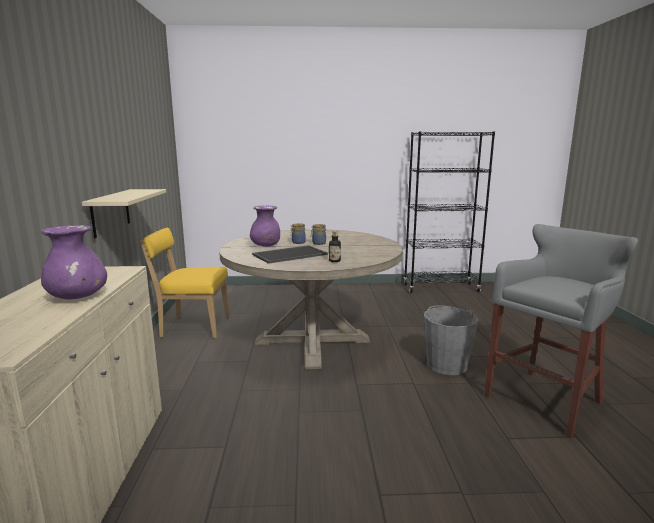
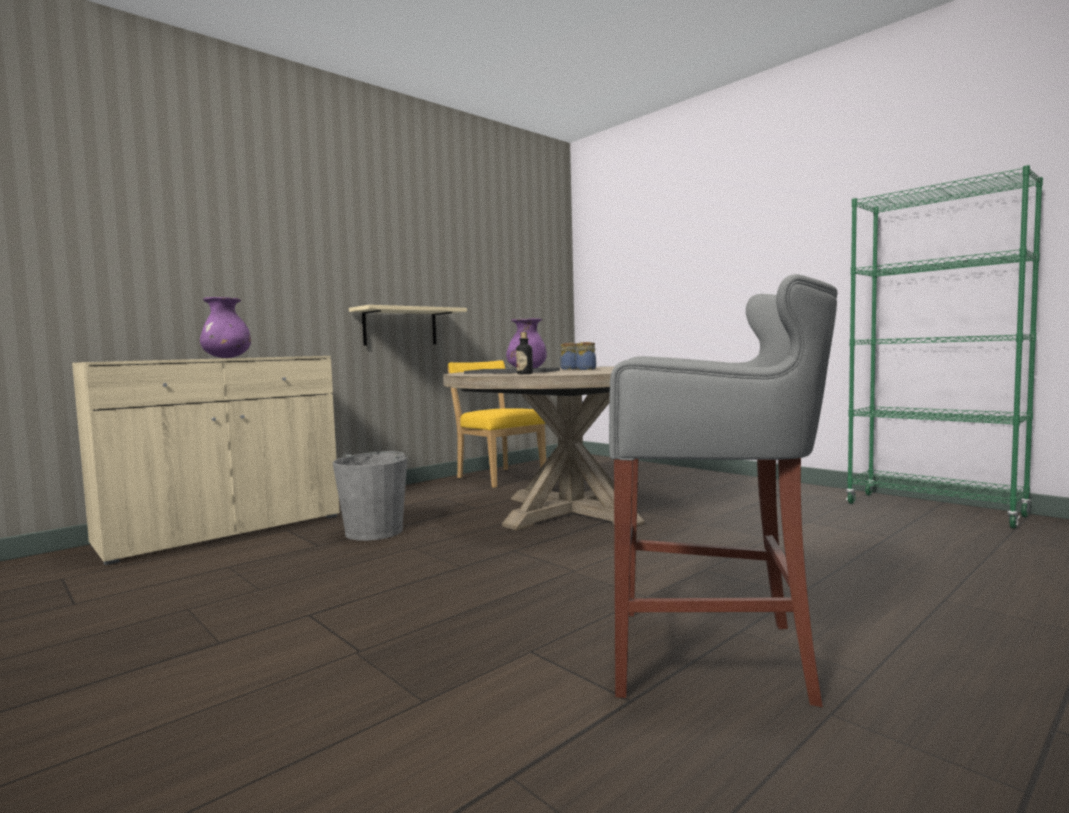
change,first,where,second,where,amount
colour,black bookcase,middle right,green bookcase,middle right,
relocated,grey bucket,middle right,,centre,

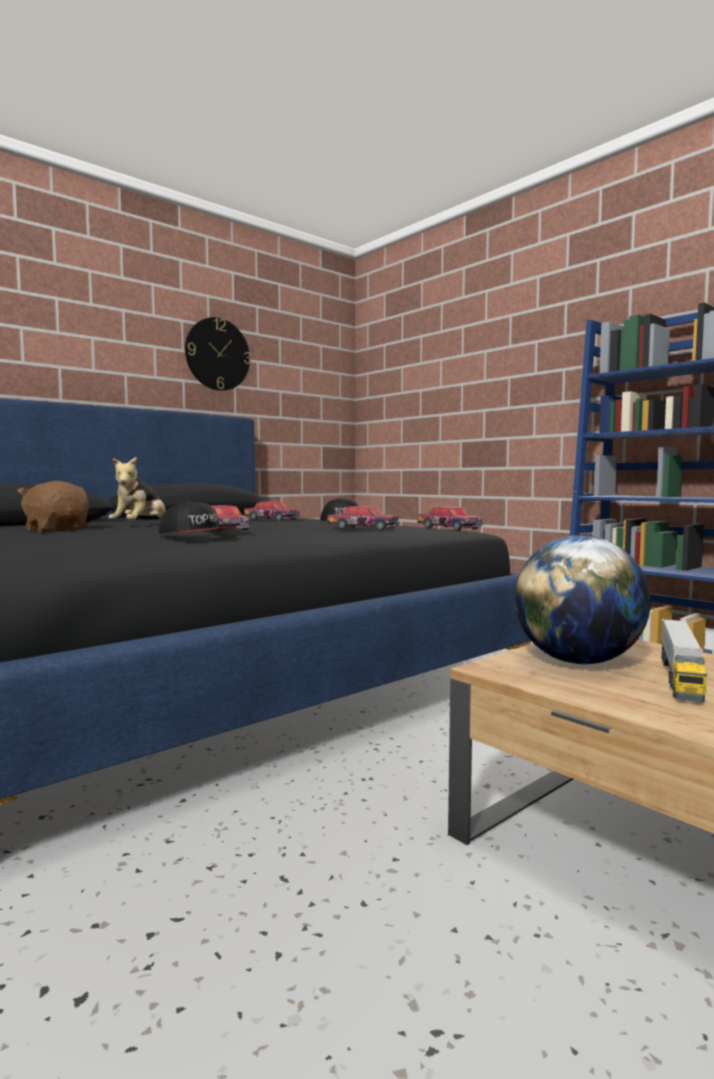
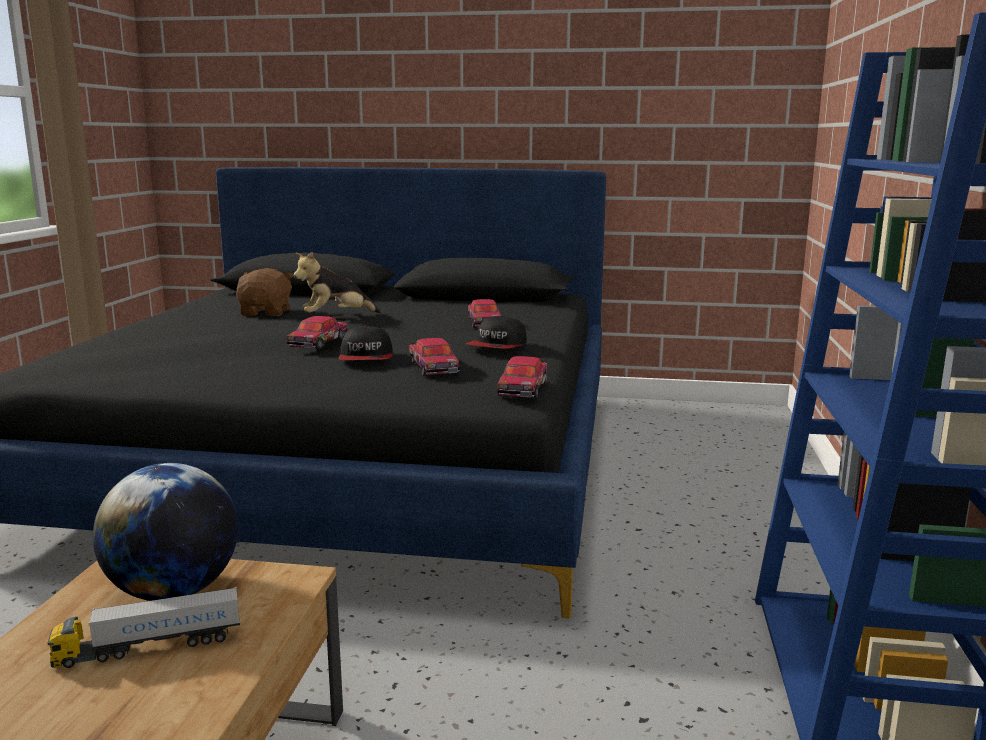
change,first,where,second,where,amount
missing,wall clock,top left,,,
relocated,cap (no. 1 from left),middle left,,centre,

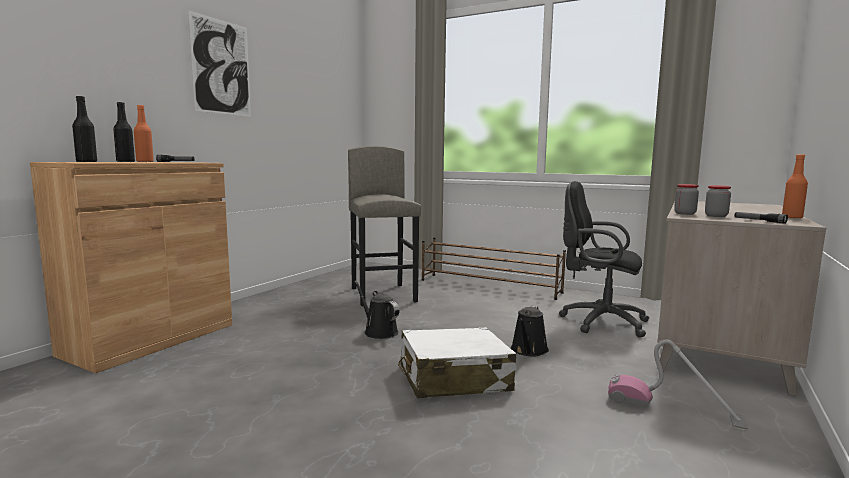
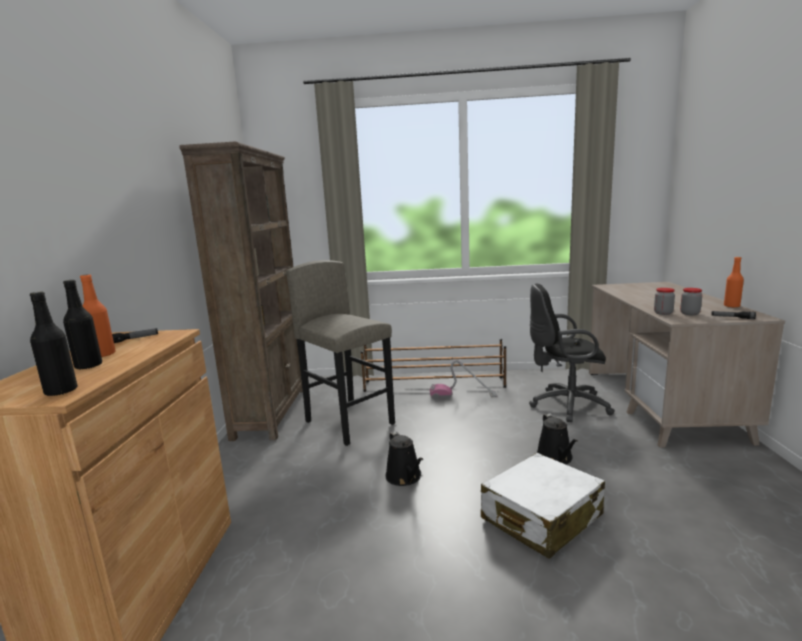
change,first,where,second,where,amount
missing,picture,top left,,,
spun,black watering can (no. 1 from left),centre,,bottom centre,135 degrees counterclockwise
relocated,vacuum cleaner,bottom right,,centre,
appeared,,,brown bookcase,middle left,

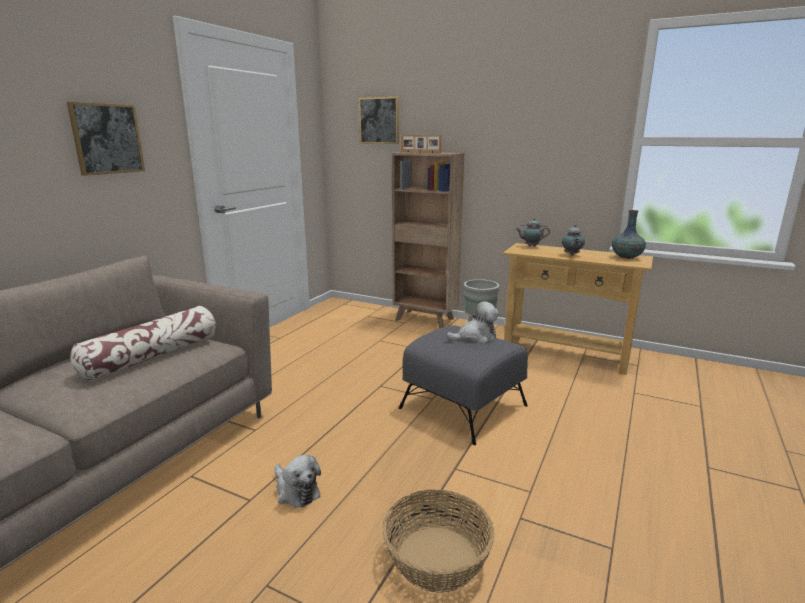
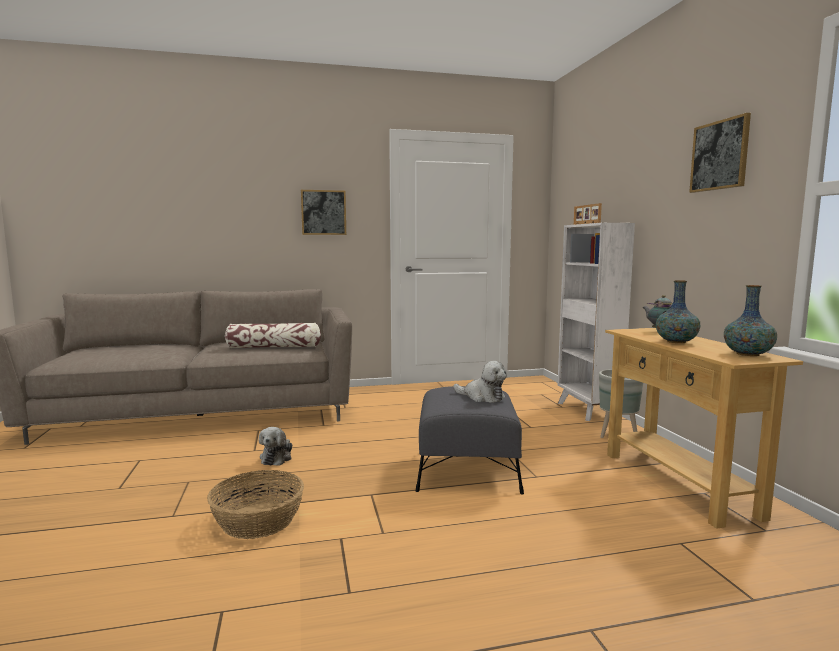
change,first,where,second,where,amount
relocated,picture (no. 2 from left),top centre,,top right,
colour,brown bookcase,centre,white bookcase,middle right,
exchanged,teapot (no. 2 from left),middle right,vase (no. 1 from left),middle right,

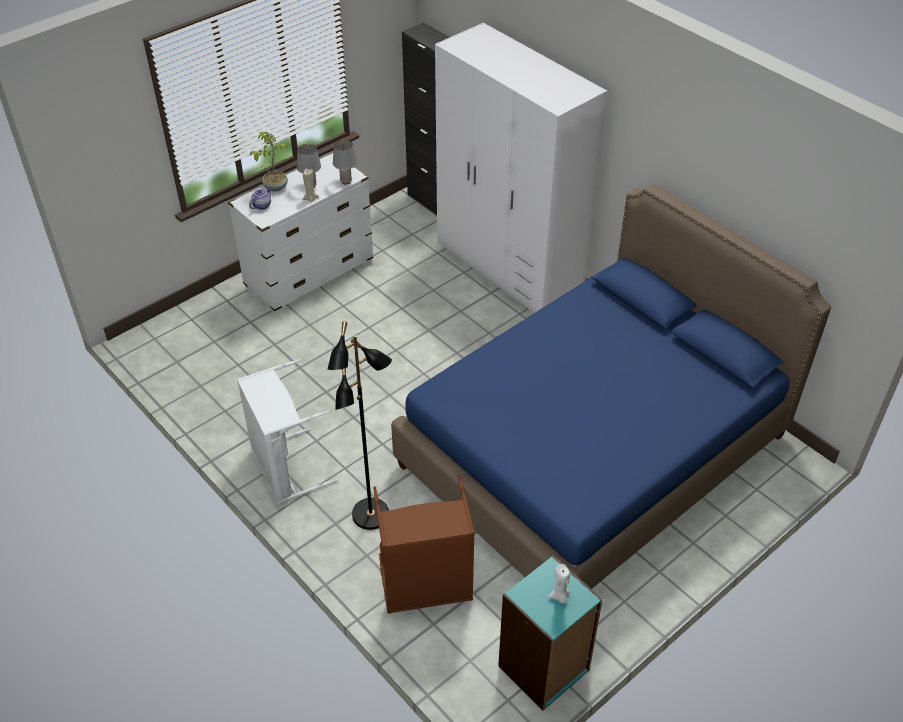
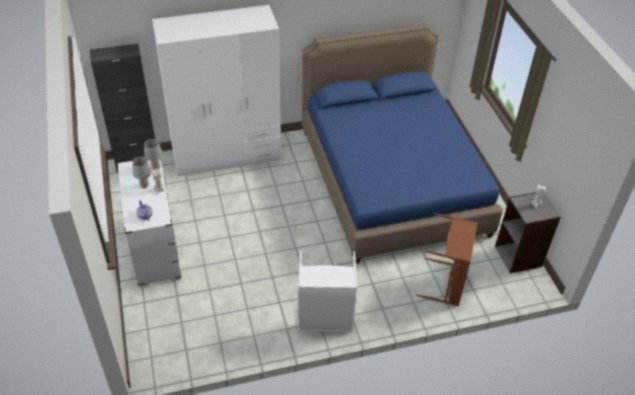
change,first,where,second,where,amount
missing,potted plant,top left,,,
missing,black floor lamp,centre,,,
colour,turquoise bookcase,bottom centre,grey bookcase,middle right,

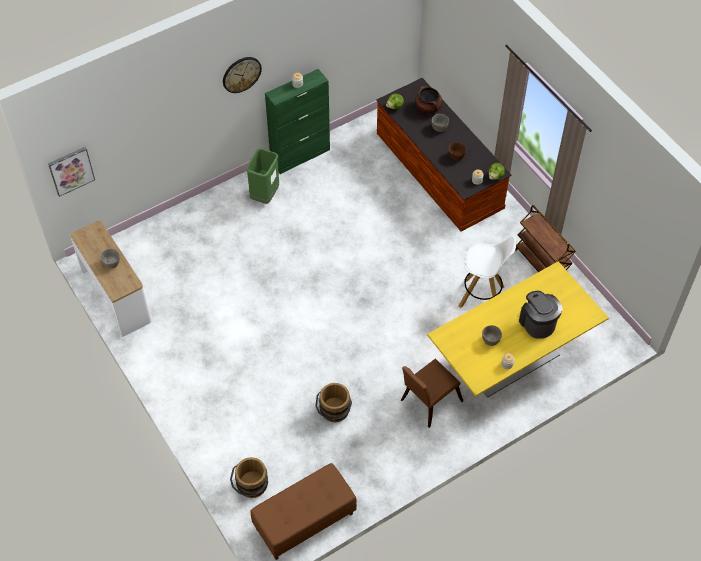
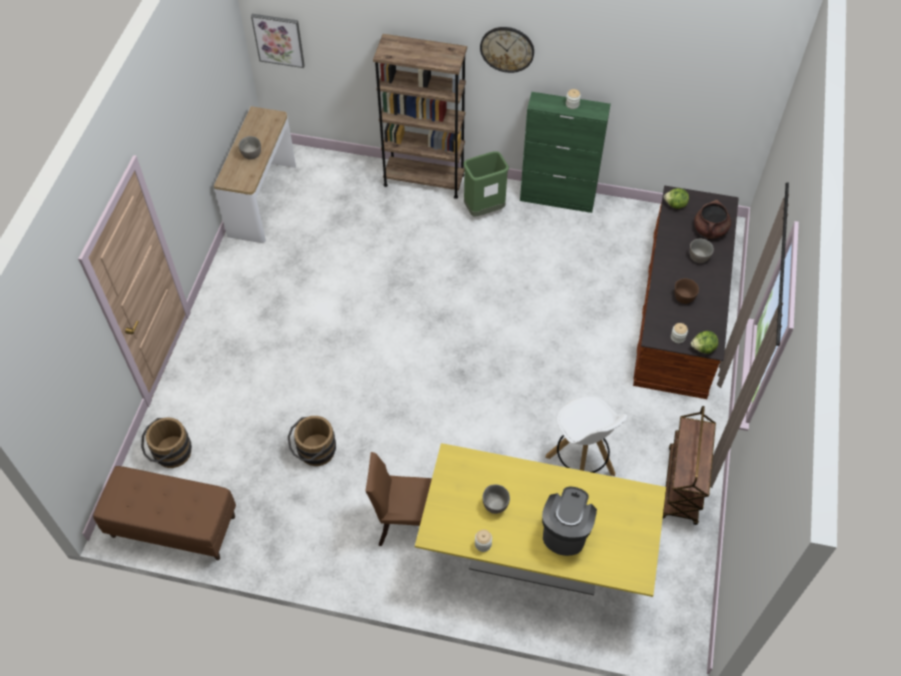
change,first,where,second,where,amount
appeared,,,brown bookcase,top centre,

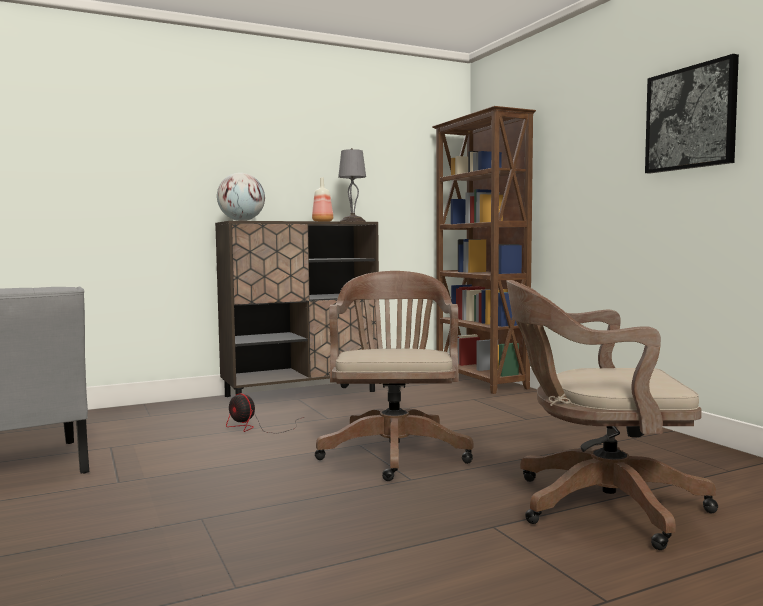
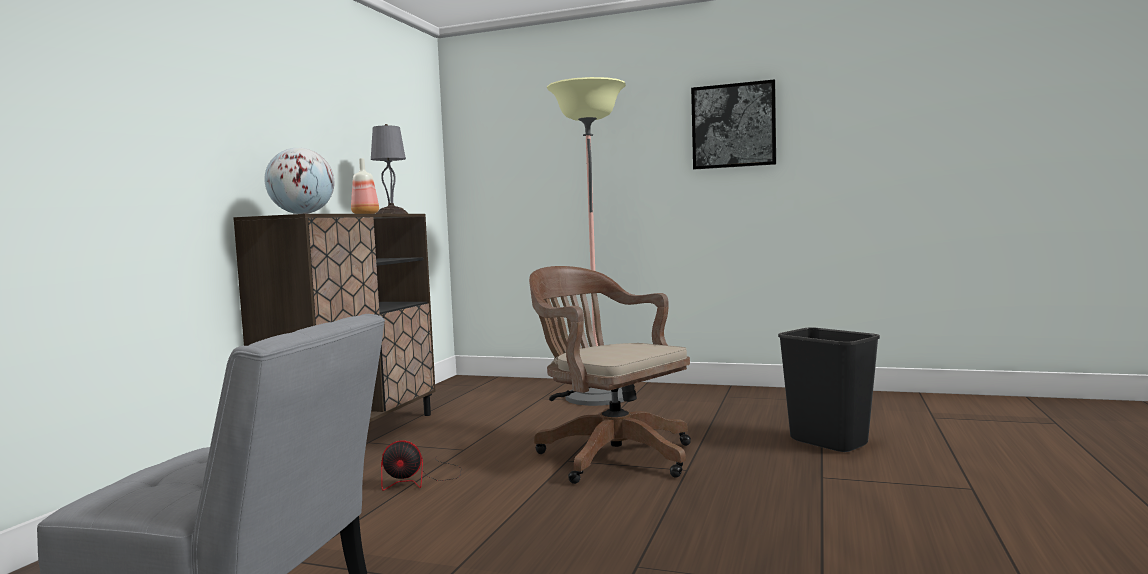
change,first,where,second,where,amount
missing,brown bookcase,centre,,,
exchanged,brown office chair (no. 2 from left),bottom right,black trash can,bottom right,
appeared,,,floor lamp,centre,

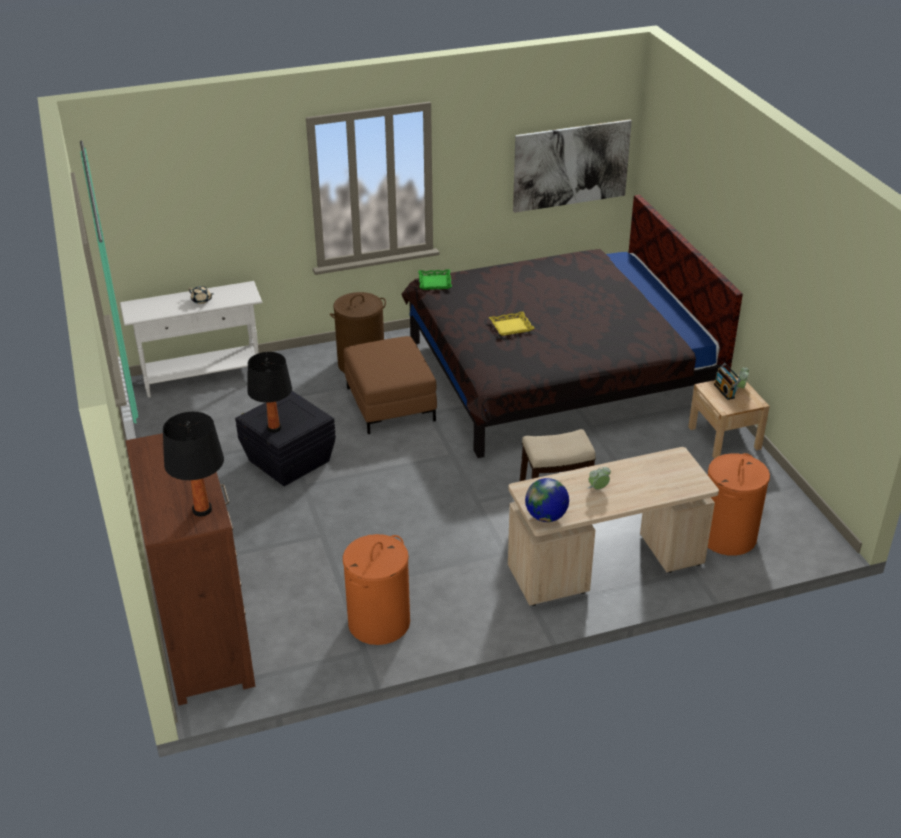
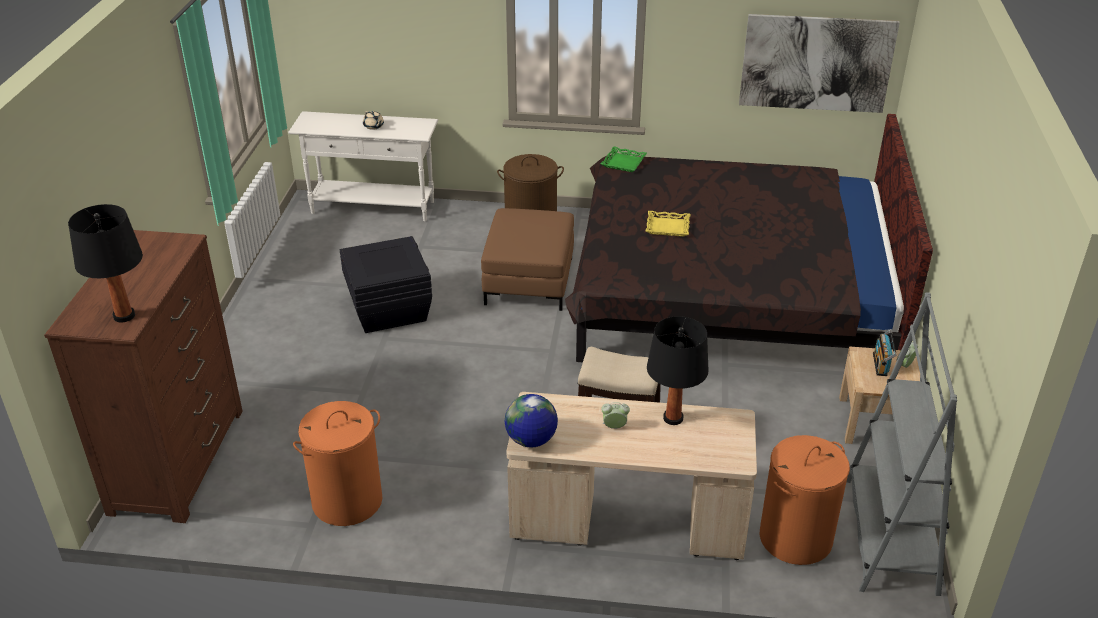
change,first,where,second,where,amount
relocated,black table lamp (no. 2 from left),middle left,,centre,
appeared,,,grey bookcase,bottom right,

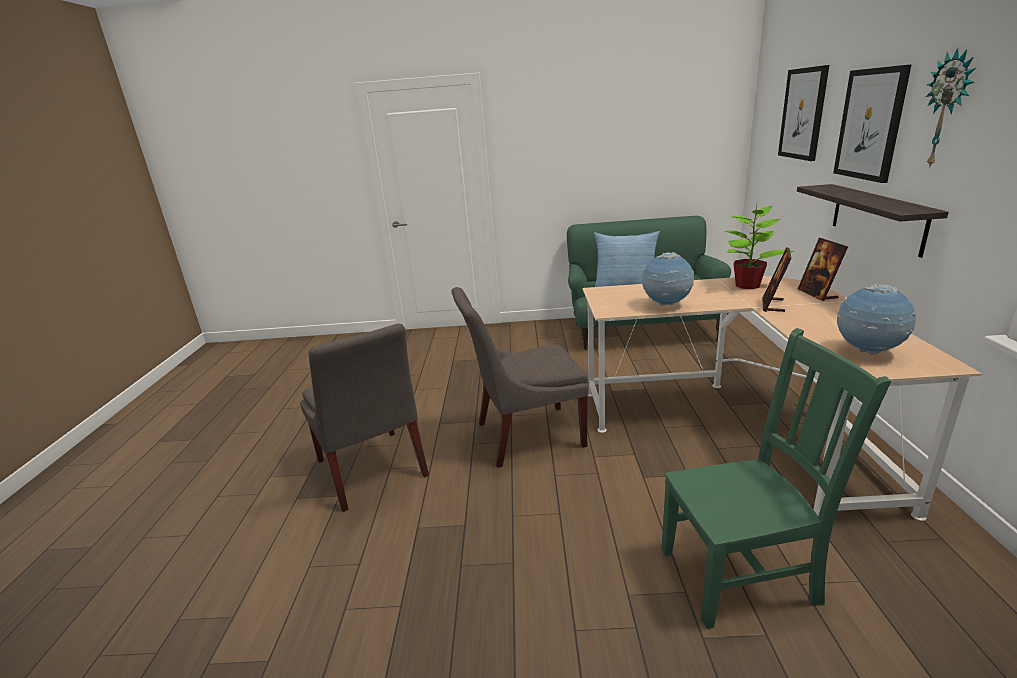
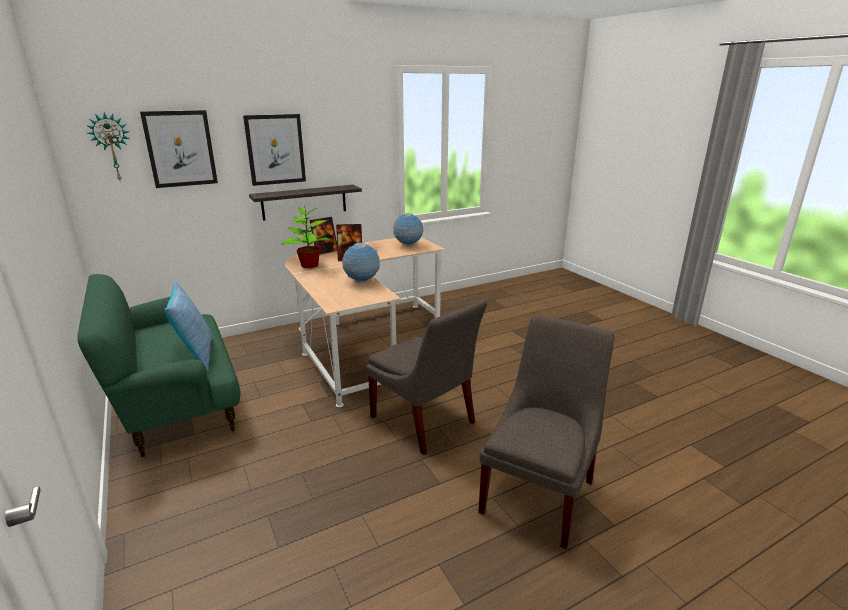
change,first,where,second,where,amount
relocated,wall clock,top right,,top left,
missing,green chair,bottom right,,,

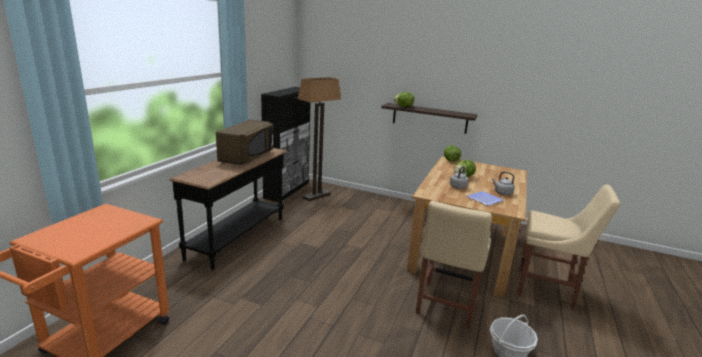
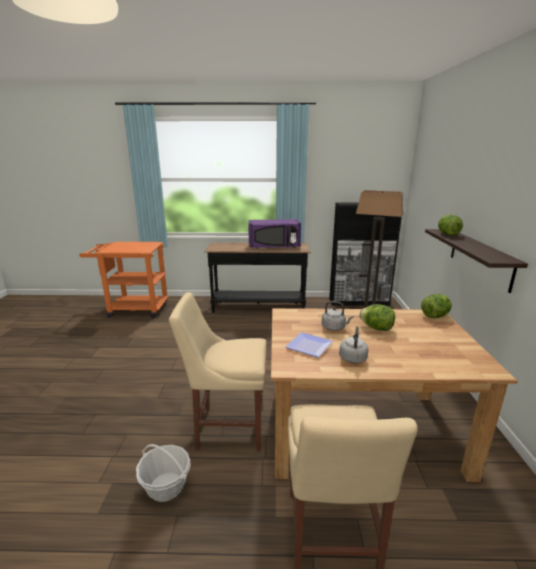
change,first,where,second,where,amount
colour,brown microwave,centre,purple microwave,centre,

